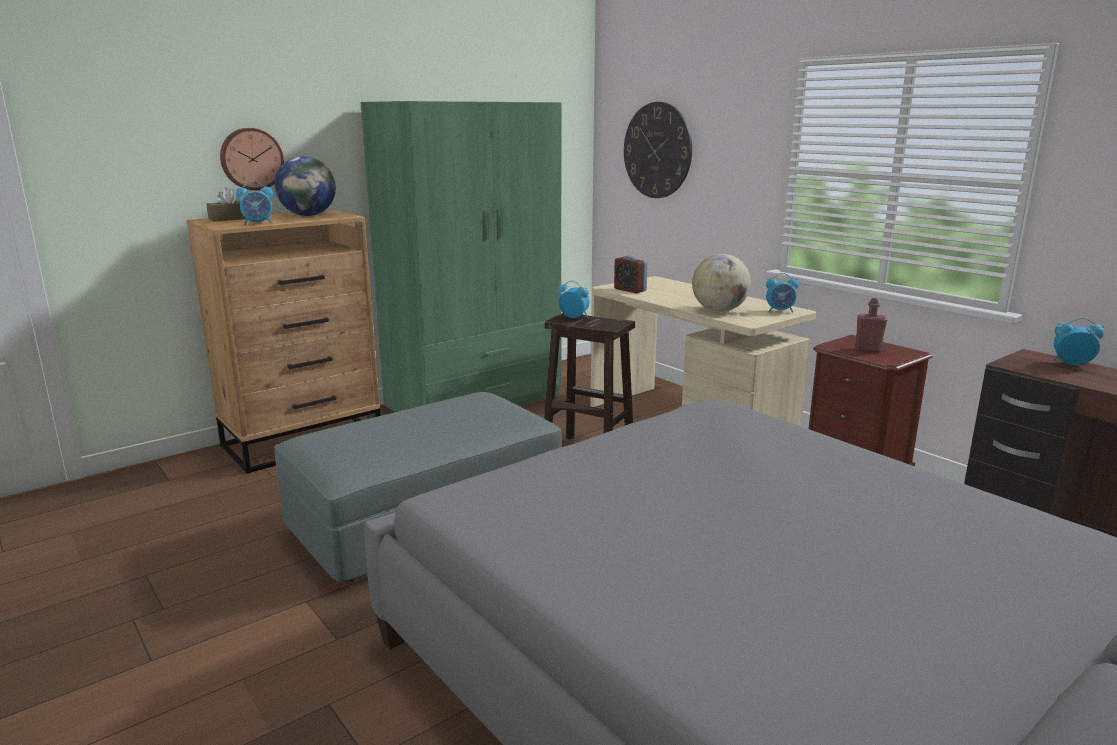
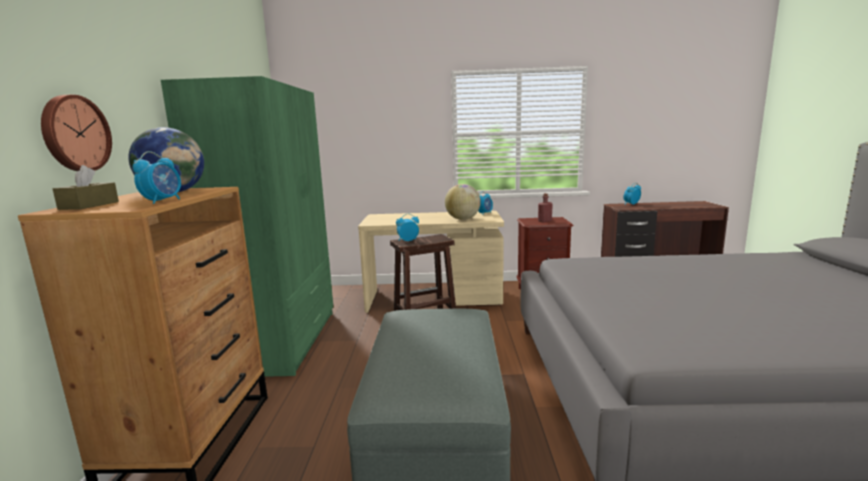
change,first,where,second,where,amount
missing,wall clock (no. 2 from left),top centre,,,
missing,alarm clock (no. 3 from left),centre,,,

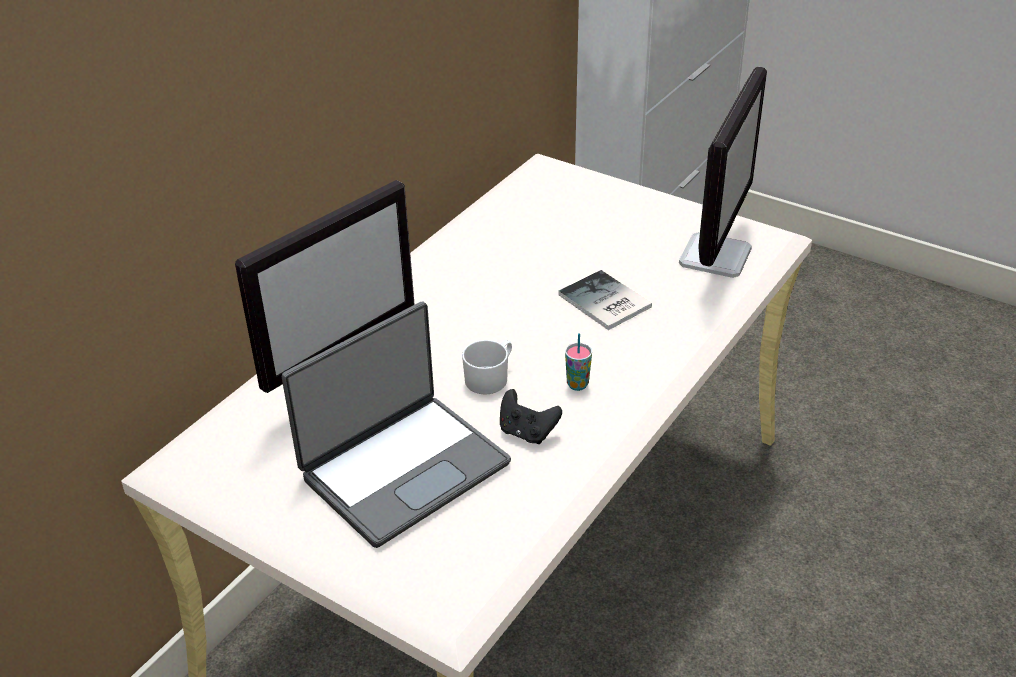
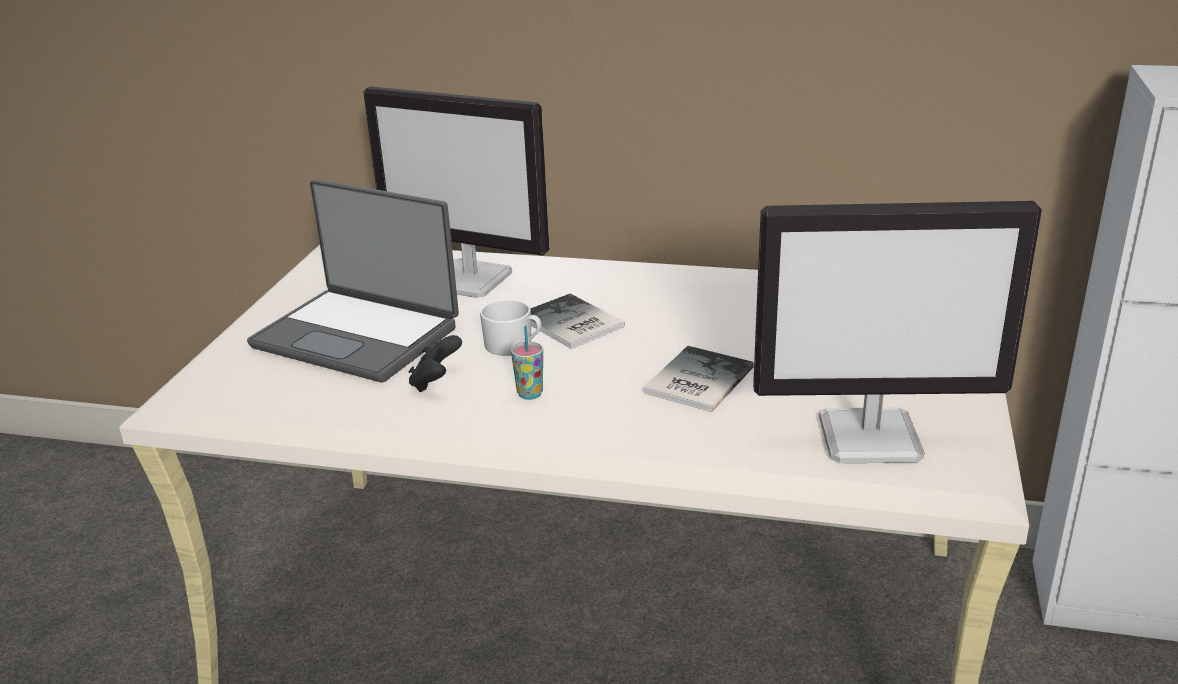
change,first,where,second,where,amount
appeared,,,book (no. 1 from left),centre,

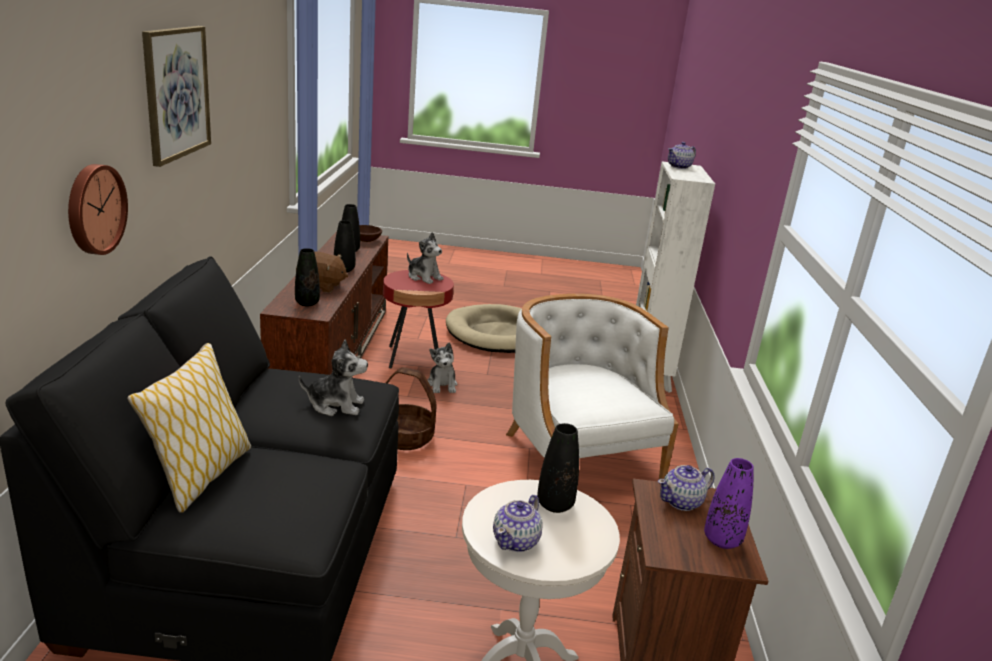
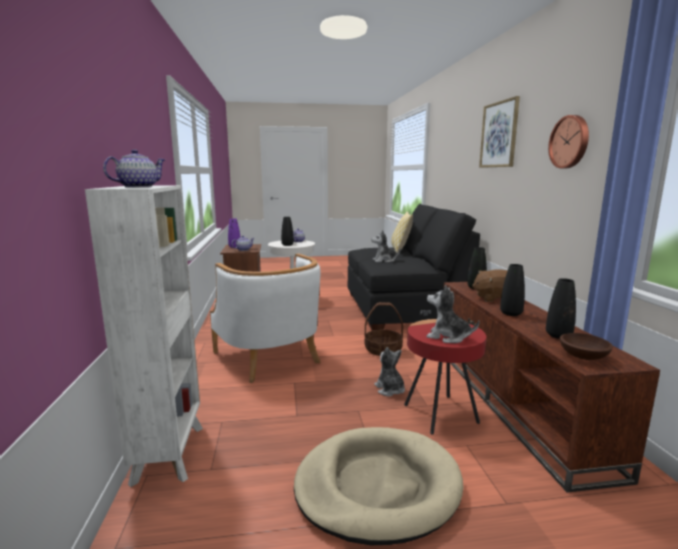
change,first,where,second,where,amount
relocated,wall clock,top left,,top right,

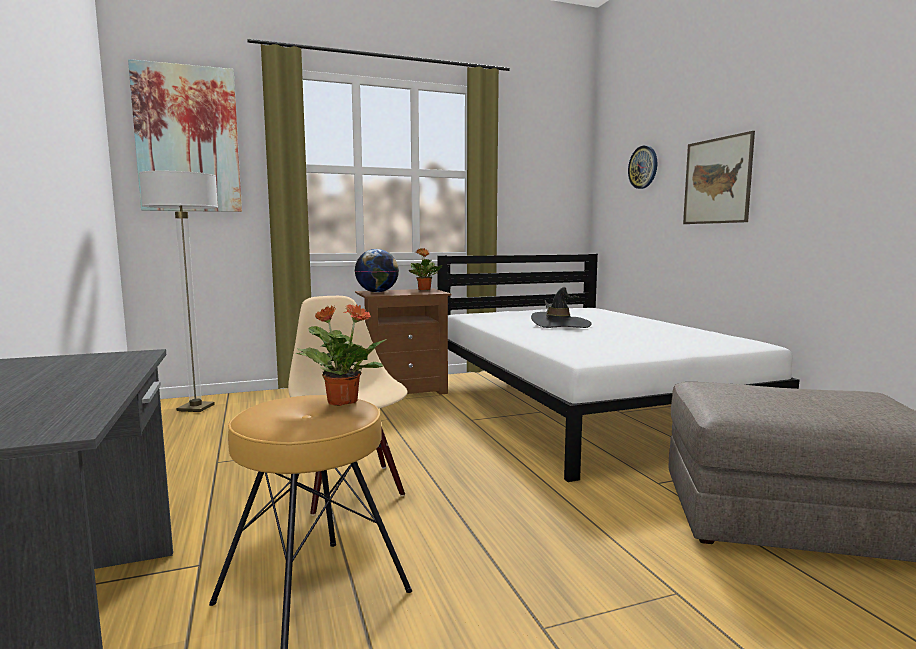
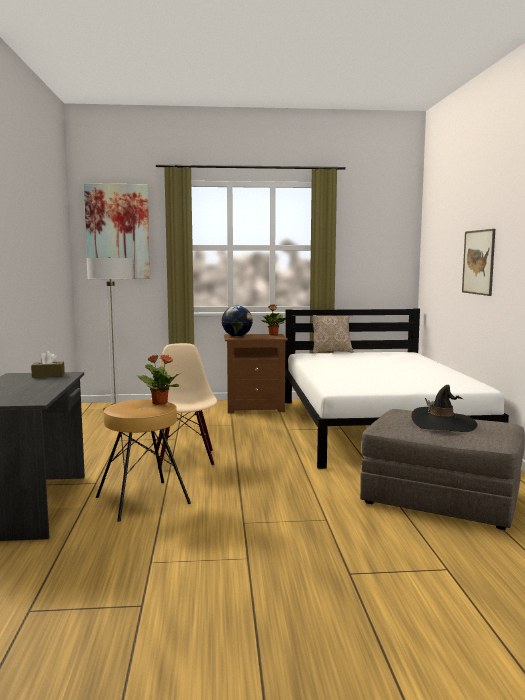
change,first,where,second,where,amount
missing,wall clock,top right,,,
relocated,black hat,centre,,middle right,
appeared,,,pillow,centre,
appeared,,,brown tissue box,middle left,

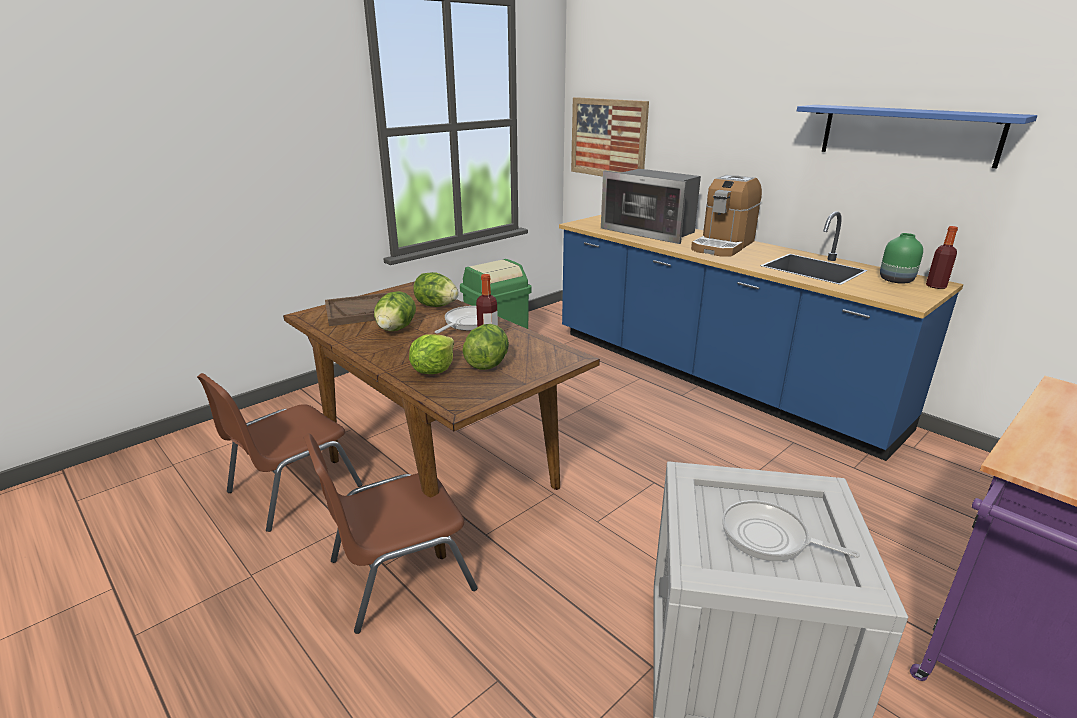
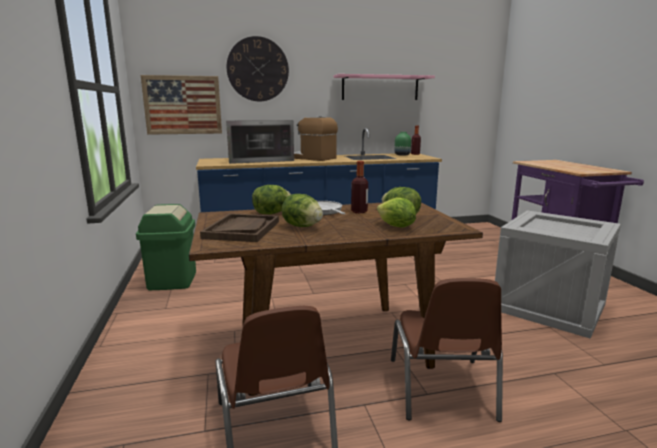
change,first,where,second,where,amount
colour,blue shelf,top right,pink shelf,top centre,
spun,coffee machine,top right,,top centre,150 degrees clockwise
missing,frying pan (no. 2 from left),bottom right,,,
appeared,,,wall clock,top centre,

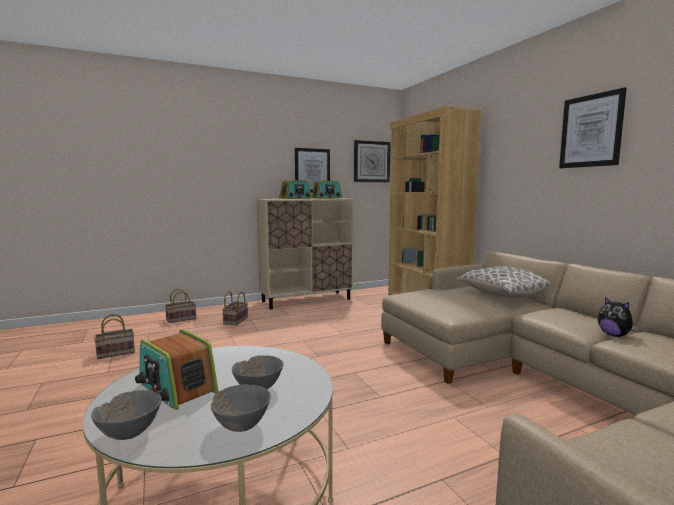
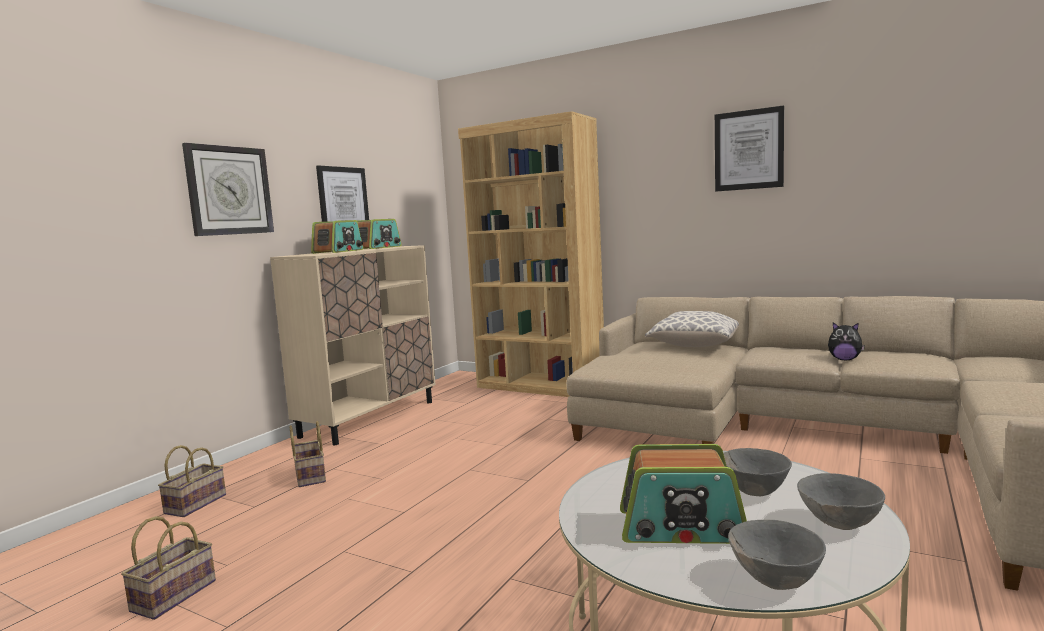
change,first,where,second,where,amount
relocated,wall clock,top centre,,top left,

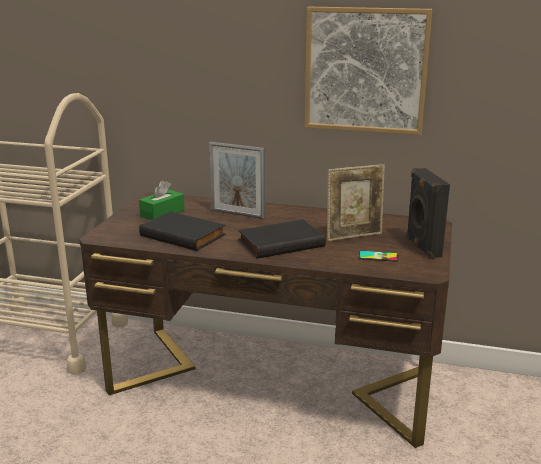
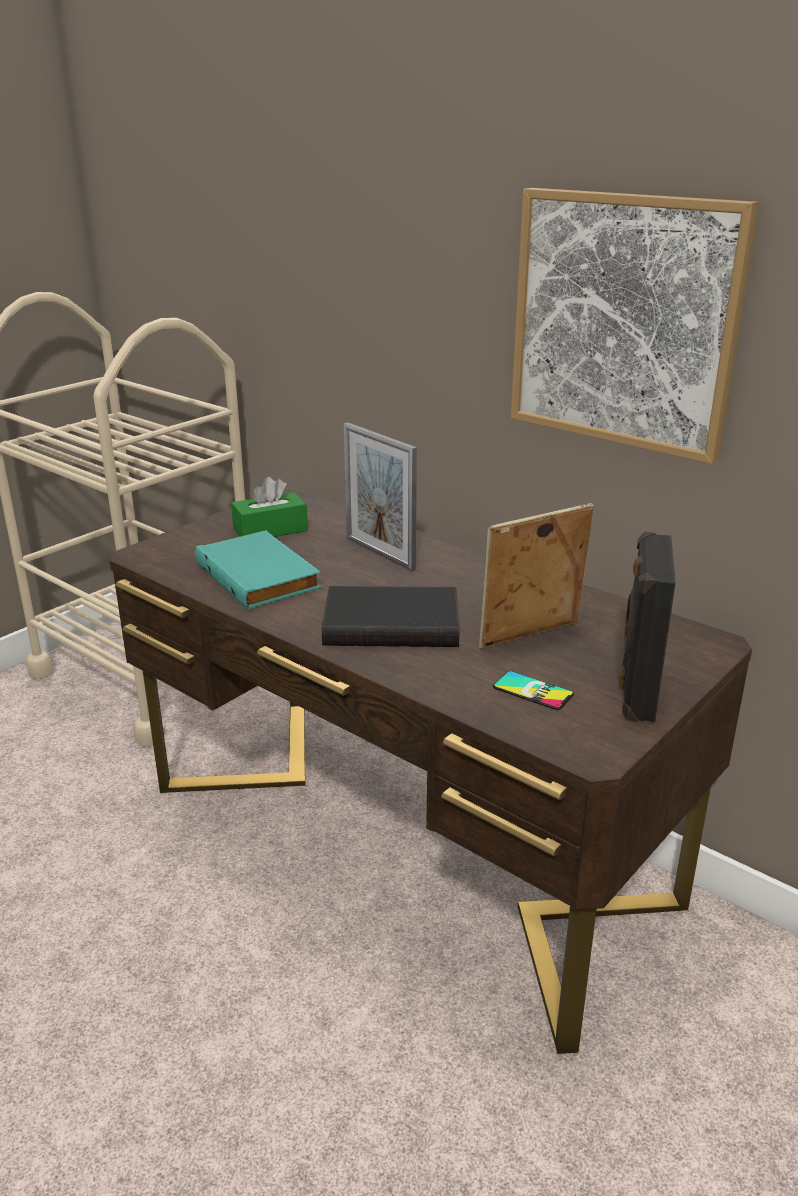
change,first,where,second,where,amount
spun,picture frame (no. 2 from left),centre,,middle right,150 degrees clockwise
colour,black book (no. 1 from left),centre,turquoise book,middle left,

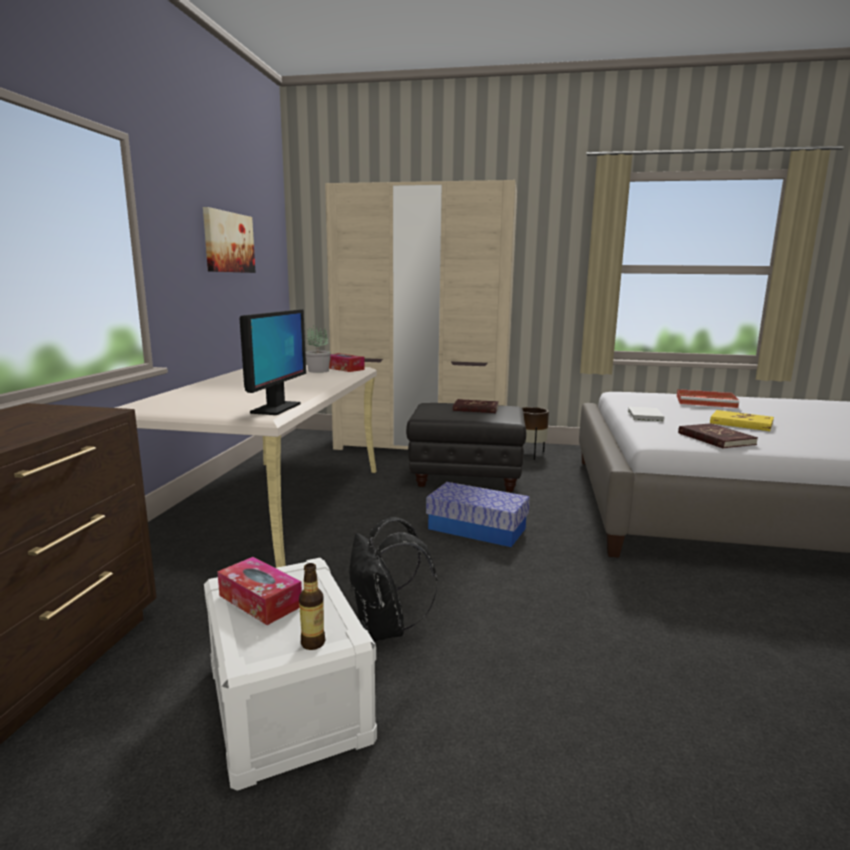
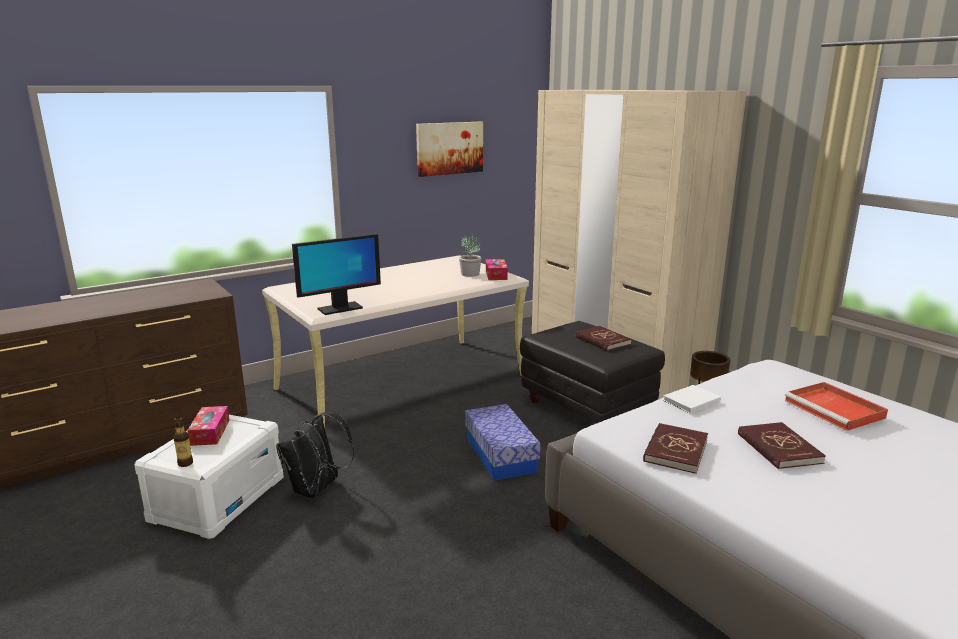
change,first,where,second,where,amount
colour,yellow book,middle right,red book (no. 3 from left),bottom right,

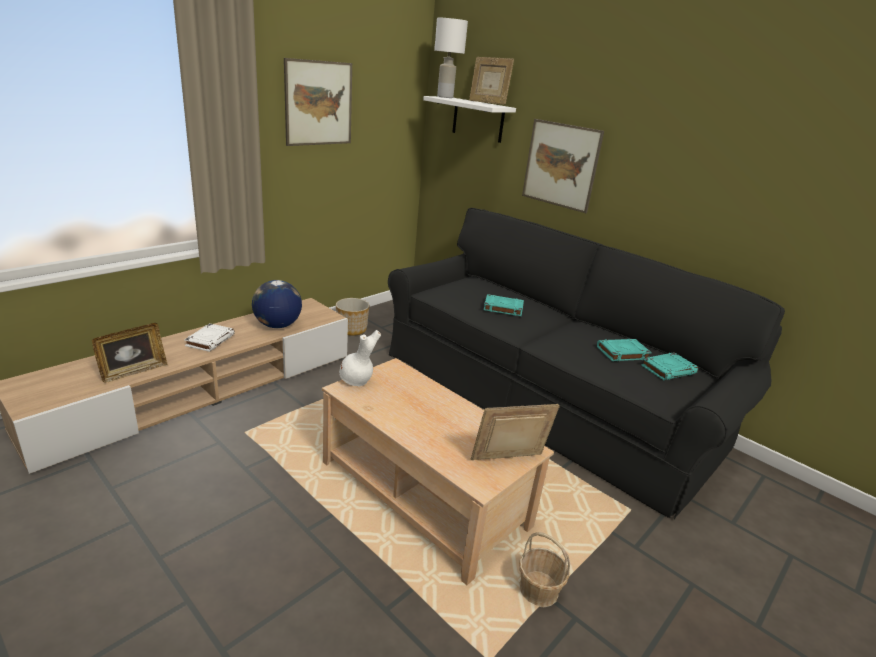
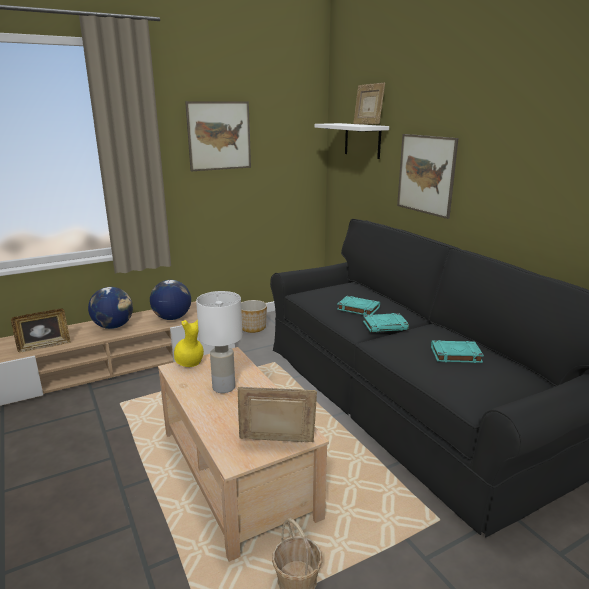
change,first,where,second,where,amount
relocated,white table lamp,top centre,,centre,
exchanged,white book,middle left,globe (no. 1 from left),middle left,
colour,white vase,centre,yellow vase,middle left,
relocated,turquoise book (no. 3 from left in the first image),middle right,turquoise book (no. 2 from left),centre,

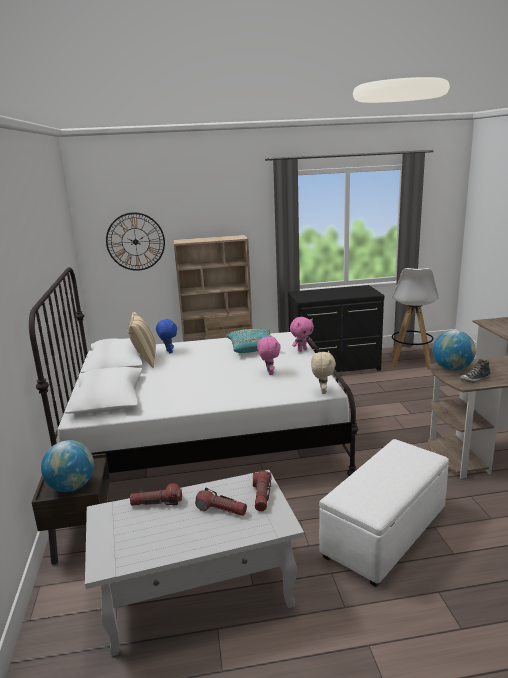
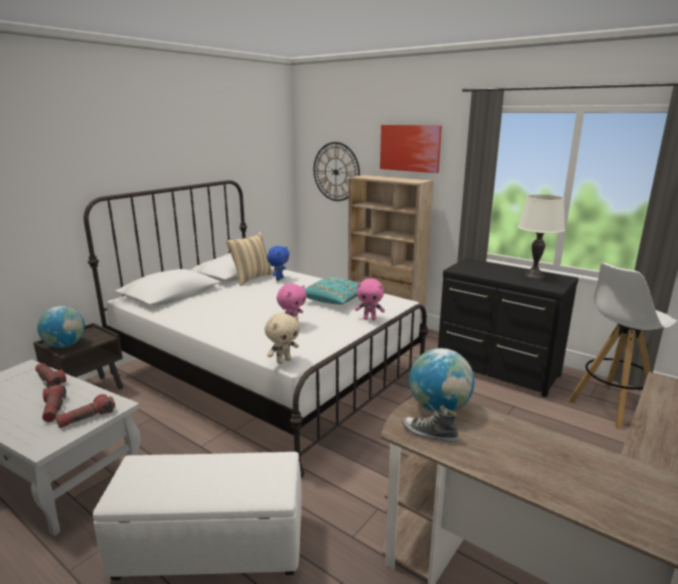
change,first,where,second,where,amount
appeared,,,picture,top centre,
appeared,,,white table lamp,middle right,

